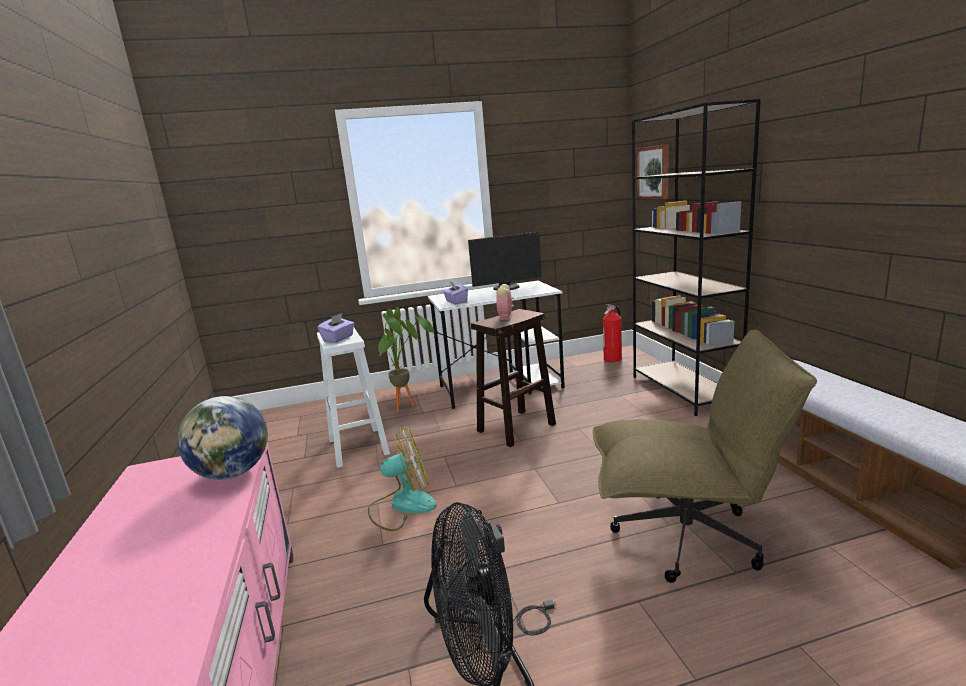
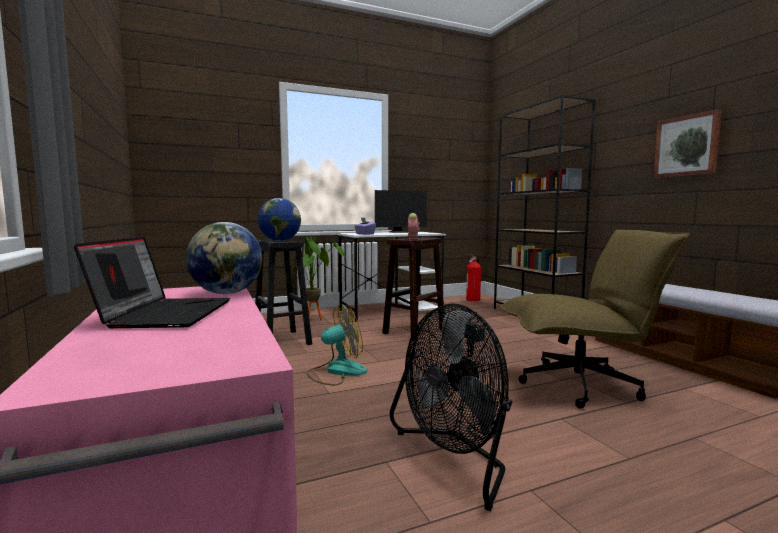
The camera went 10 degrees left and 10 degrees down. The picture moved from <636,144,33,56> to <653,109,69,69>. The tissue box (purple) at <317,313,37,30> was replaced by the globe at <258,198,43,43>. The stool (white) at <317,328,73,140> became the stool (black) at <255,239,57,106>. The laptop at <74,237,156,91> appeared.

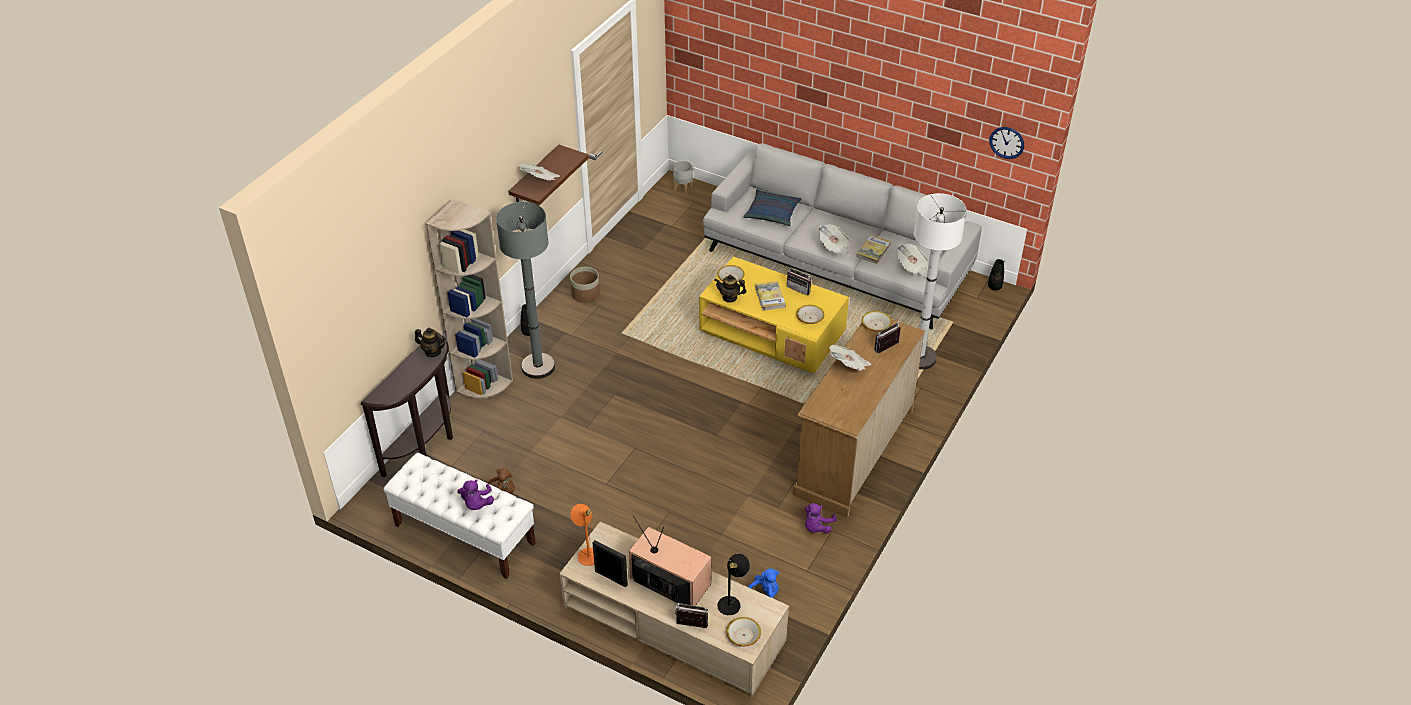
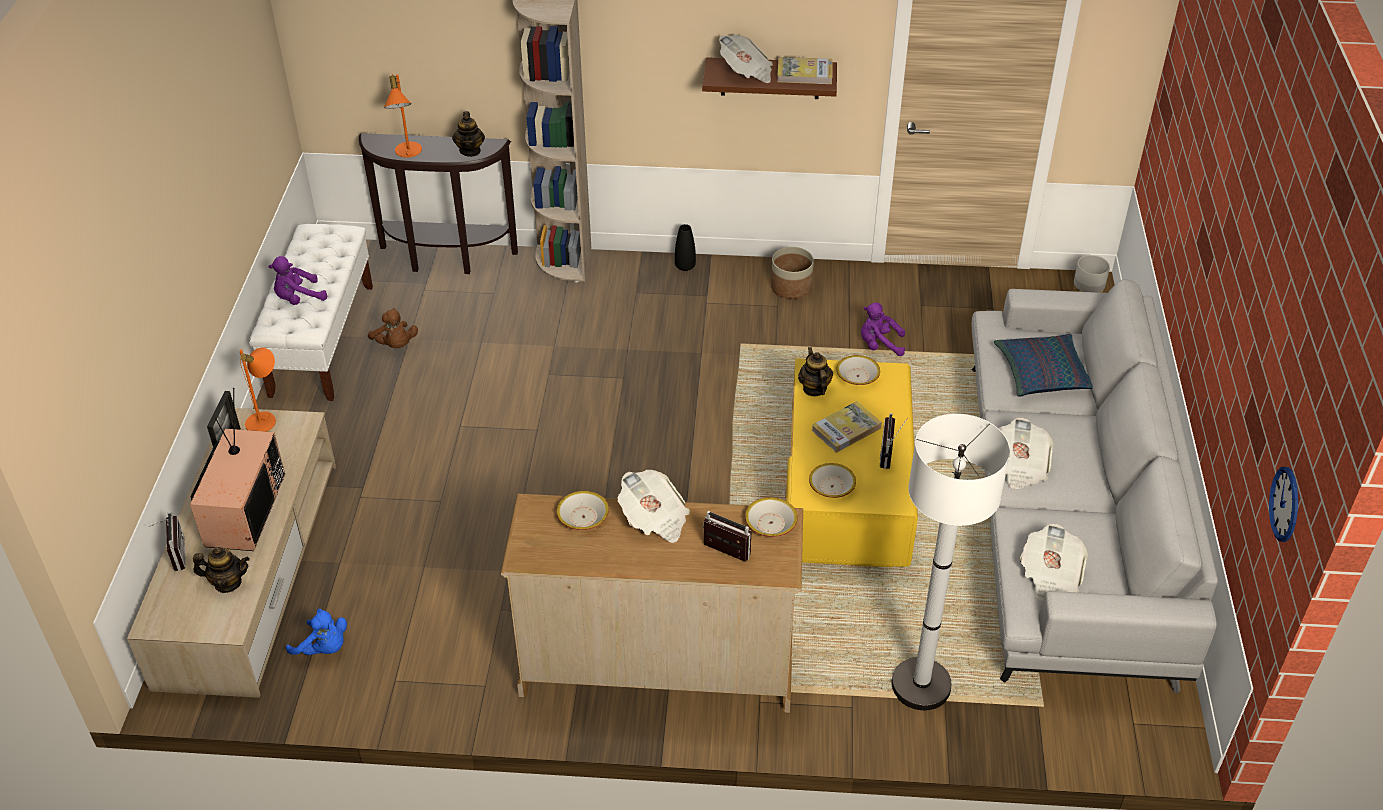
The camera went 65 degrees right and 0 degrees up. The floor lamp (grey) at <496,202,59,177> disappeared. The book moved from <856,235,35,29> to <777,57,56,27>. The vase (black) at <988,259,16,32> disappeared. The plush toy (purple) moved from <805,503,32,30> to <861,303,44,53>. The table lamp (black) at <717,554,33,61> was replaced by the teapot at <193,547,57,46>. The bowl moved from <726,617,35,29> to <556,491,53,39>. The table lamp (orange) at <384,74,38,84> appeared.

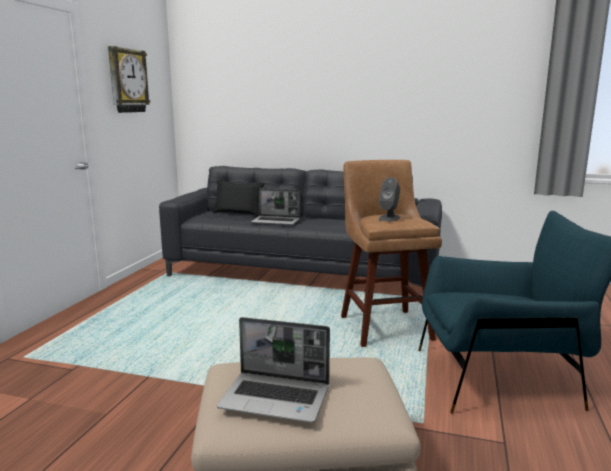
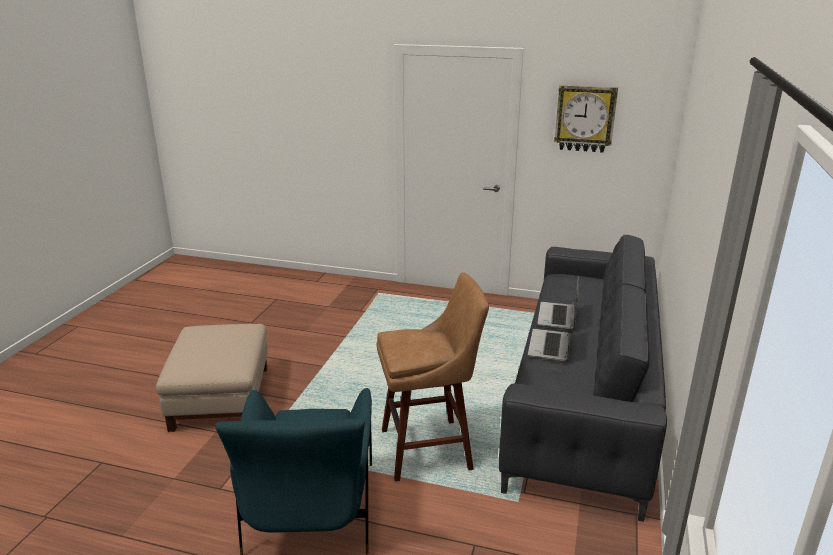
The camera went 90 degrees right and 10 degrees up. The speaker (grey) at <379,177,21,44> disappeared. The pillow (black) at <213,180,51,36> disappeared. The laptop moved from <217,317,113,106> to <528,303,46,59>.

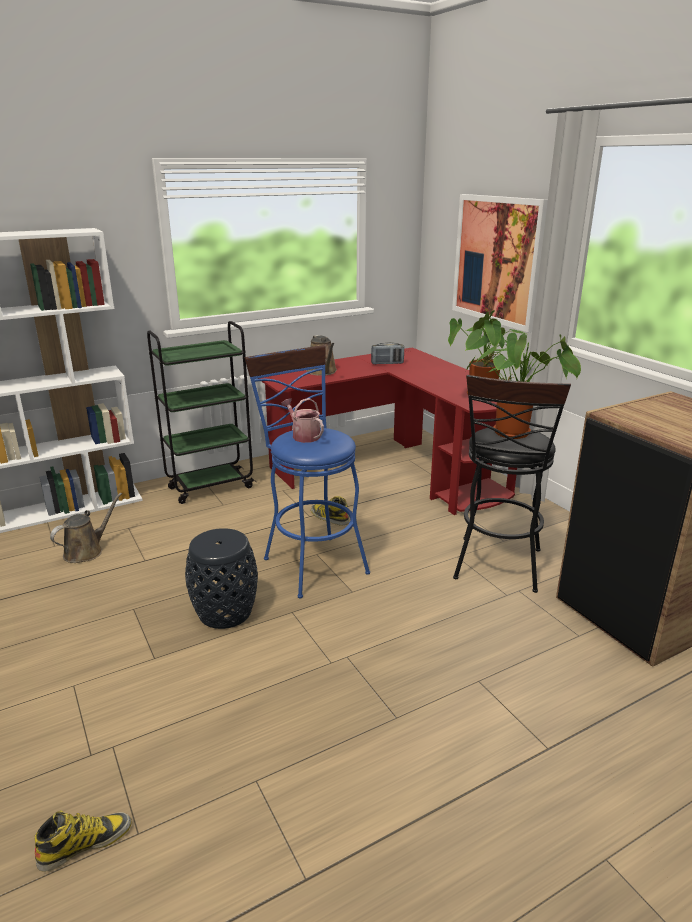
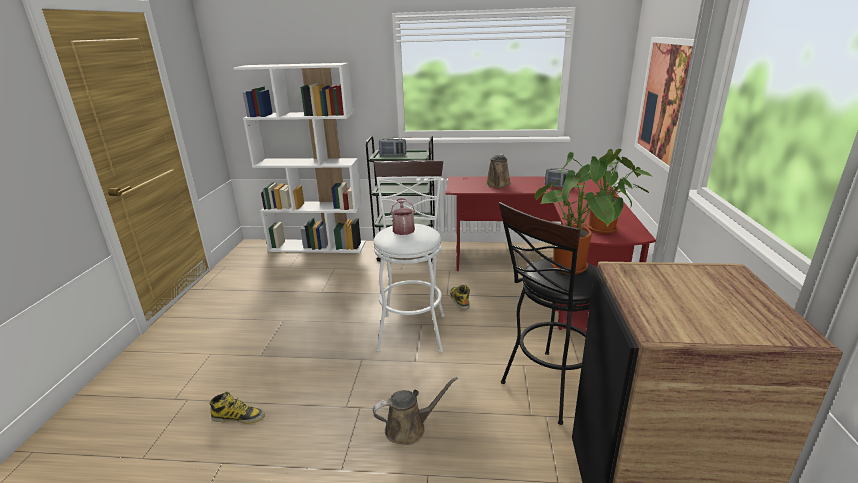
The camera went 35 degrees right and 0 degrees up. The stool (blue) at <245,345,125,253> became the stool (white) at <373,160,71,193>. The watering can (brown) moved from <50,493,72,70> to <373,377,85,68>. The stool (black) at <185,528,73,101> disappeared. The boot moved from <35,810,96,62> to <209,392,56,32>. The radio at <379,137,27,19> appeared.

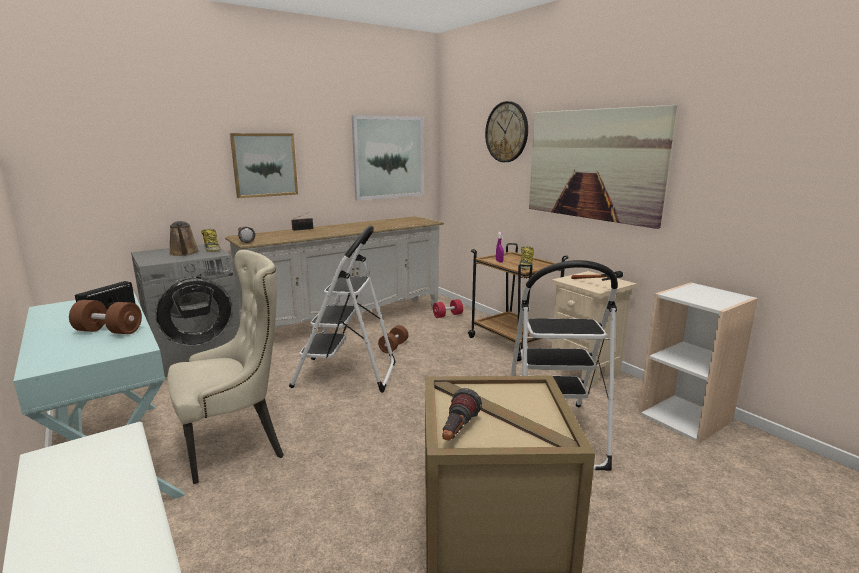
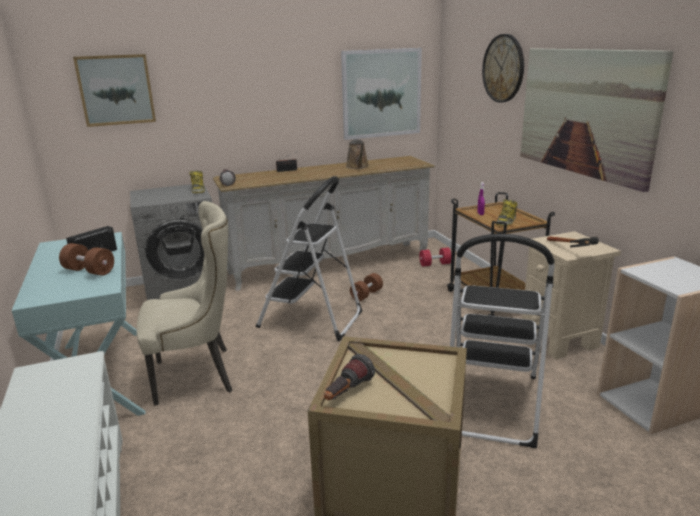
The camera went 15 degrees right and 5 degrees up. The picture moved from <230,133,68,65> to <73,54,83,73>. The watering can (brown) moved from <169,221,30,35> to <346,139,23,30>.

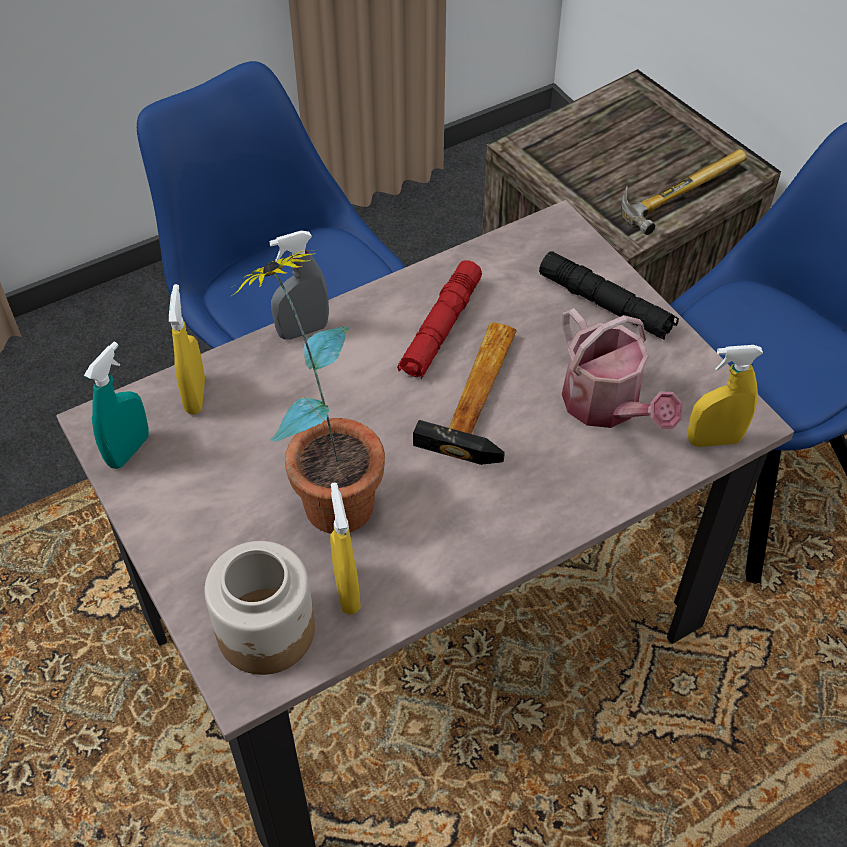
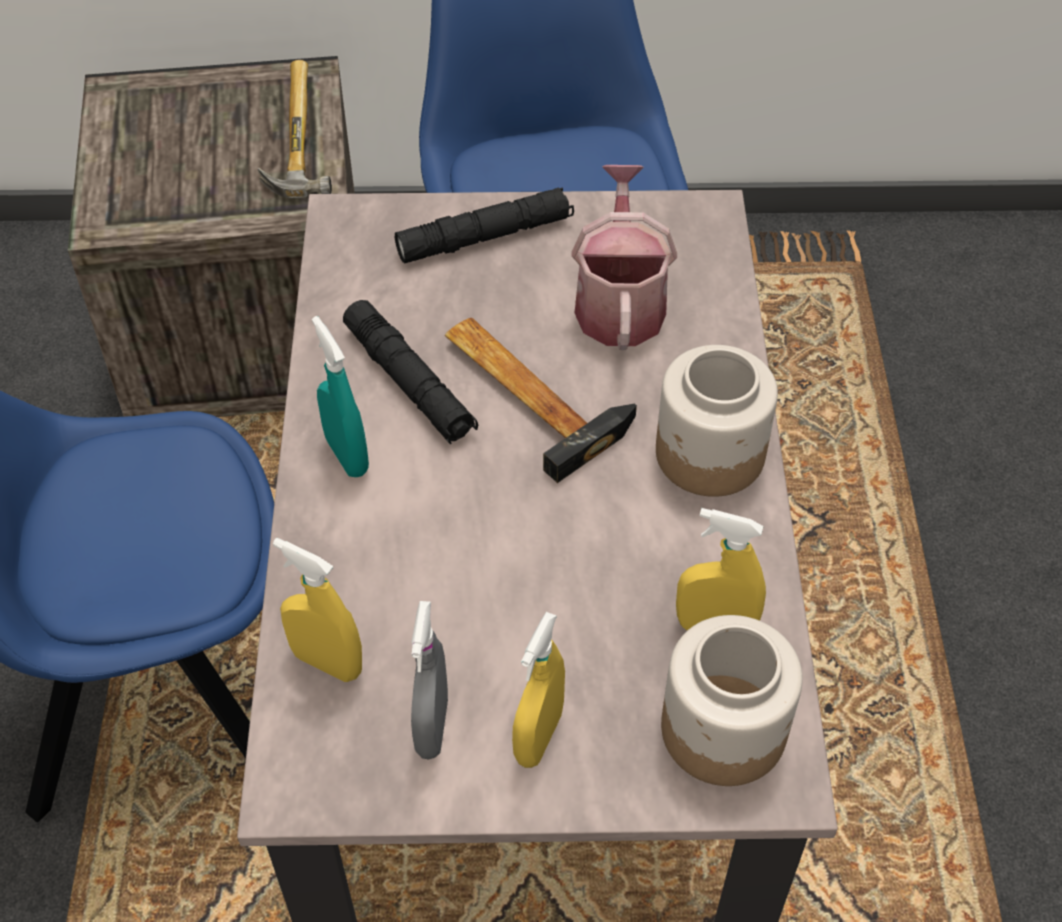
The camera went 60 degrees left and 0 degrees up. The spray bottle (grey) moved from <269,231,60,109> to <411,601,37,159>. The potted plant at <231,249,154,285> disappeared. The flashlight (red) at <397,260,85,119> became the flashlight (black) at <343,300,135,145>. The watering can at <562,308,121,121> turned 90 degrees counterclockwise. The spray bottle (turquoise) moved from <84,342,65,127> to <312,316,57,161>. The spray bottle (yellow) moved from <687,345,76,102> to <512,612,53,156>. The jar at <656,345,122,152> appeared.

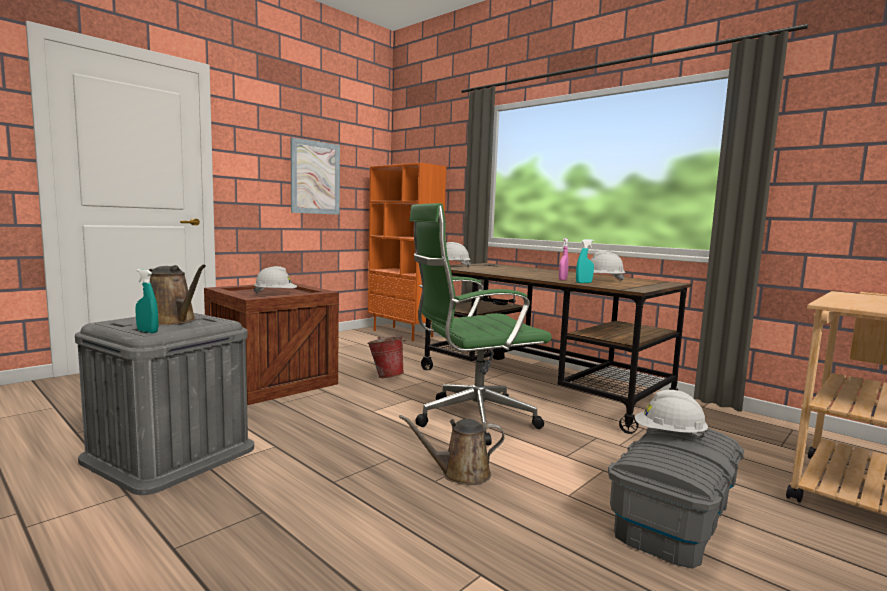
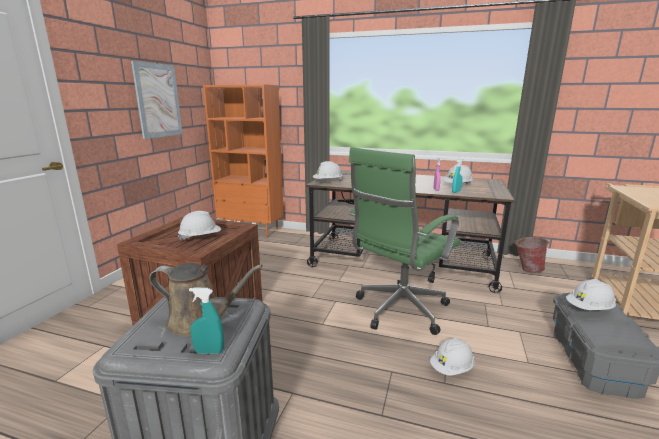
The camera went 25 degrees left and 10 degrees up. The bucket moved from <367,336,39,42> to <514,237,35,36>. The watering can (brown) at <399,415,106,70> was replaced by the hard hat (white) at <430,338,45,38>.

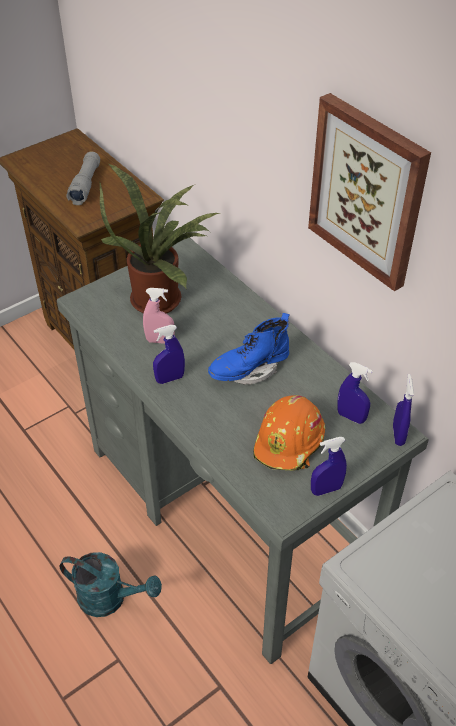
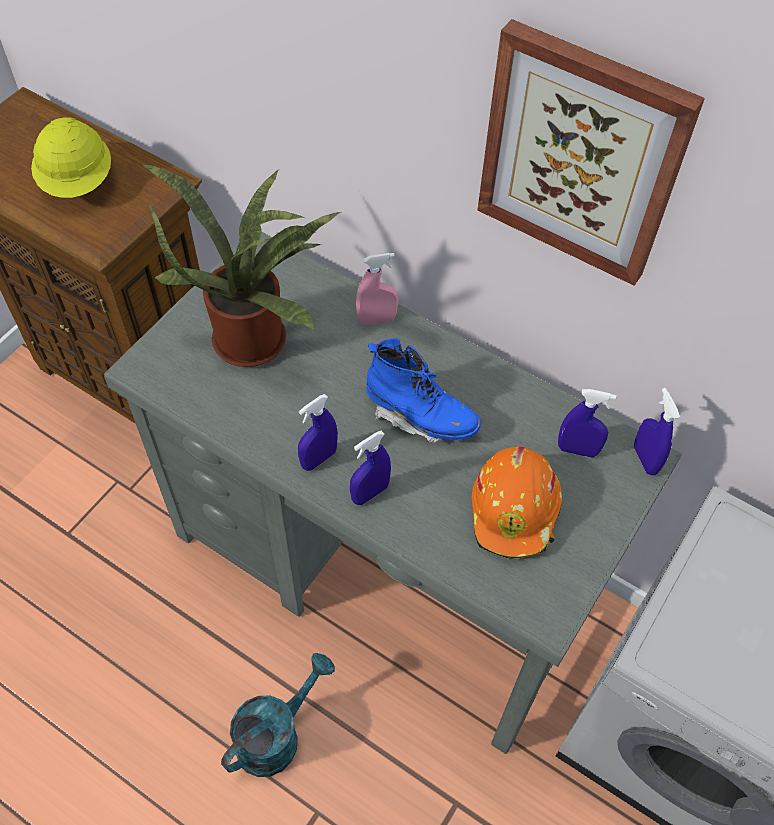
The camera went 20 degrees left and 10 degrees up. The flashlight (grey) at <66,152,34,53> was replaced by the hard hat (yellow) at <31,117,80,81>. The spray bottle (pink) moved from <143,288,32,56> to <356,253,43,72>. The boot (blue) at <208,313,82,72> turned 105 degrees counterclockwise. The spray bottle (blue) moved from <311,437,36,59> to <350,431,41,74>. The watering can (turquoise) at <60,552,102,65> turned 45 degrees counterclockwise.

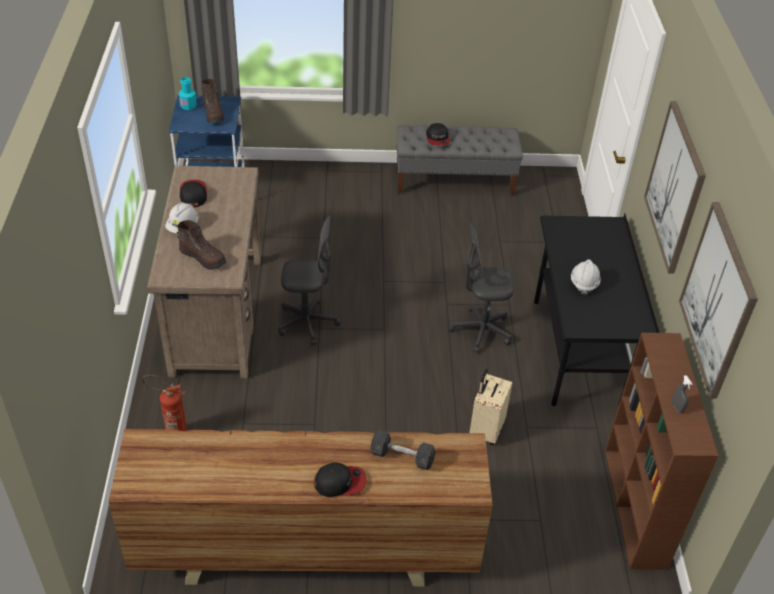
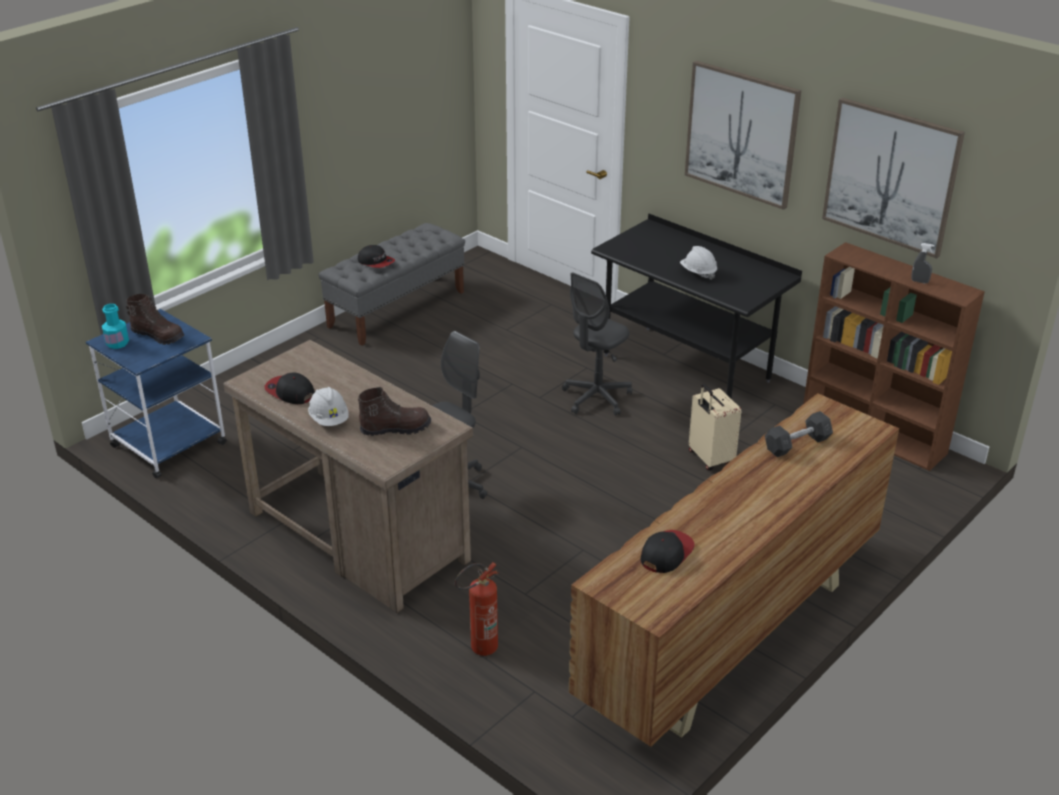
The camera went 45 degrees left and 10 degrees down. The cap moved from <314,463,52,34> to <640,530,54,43>.

